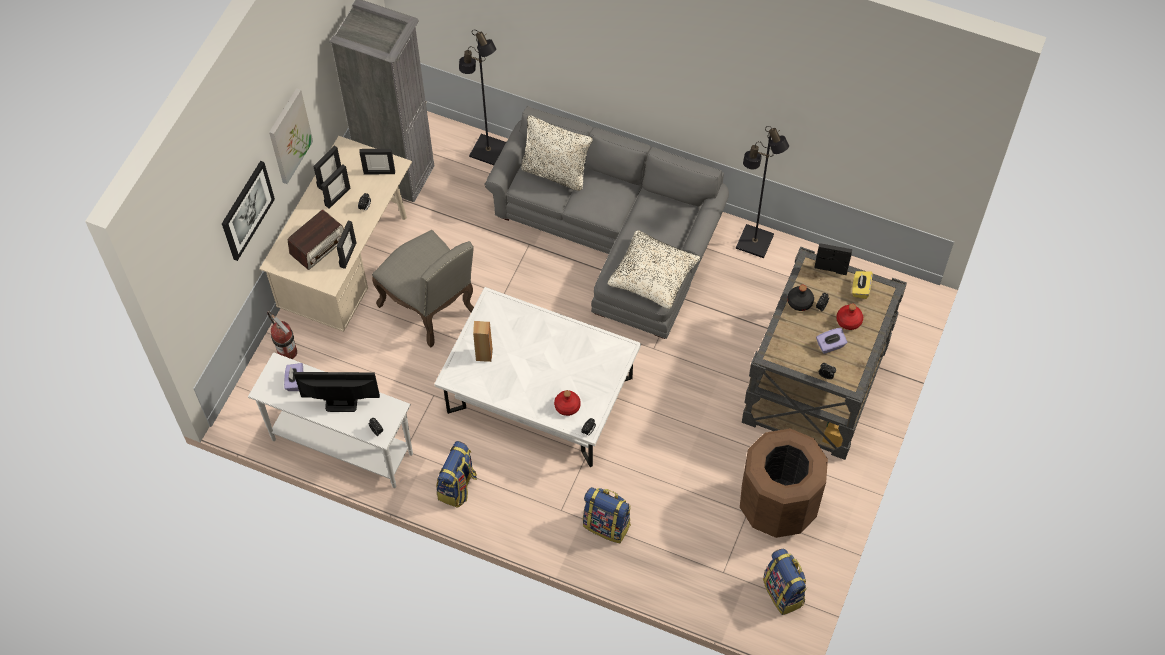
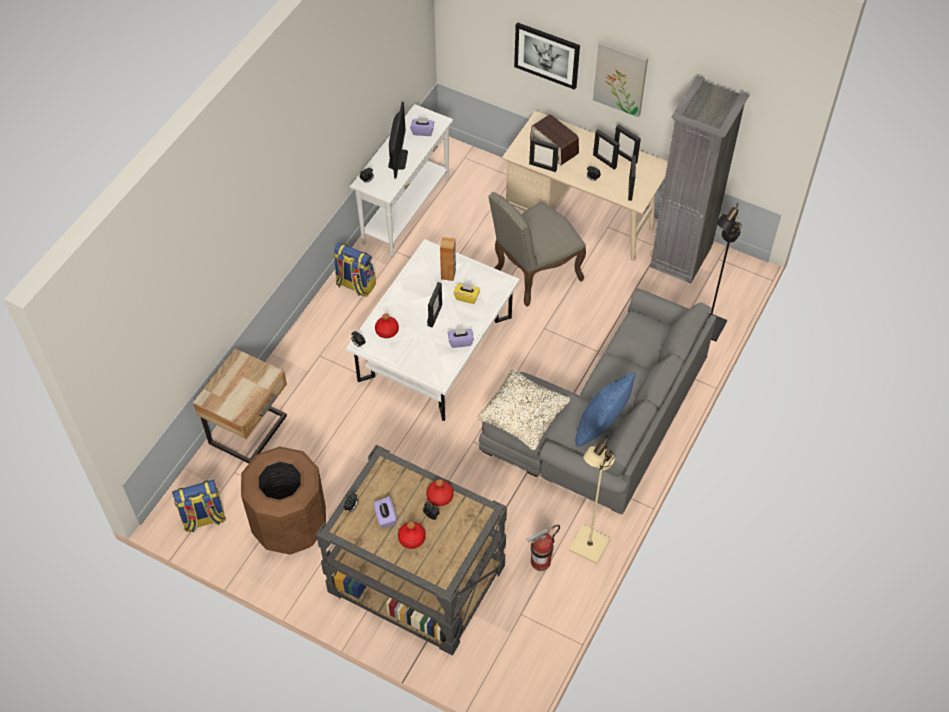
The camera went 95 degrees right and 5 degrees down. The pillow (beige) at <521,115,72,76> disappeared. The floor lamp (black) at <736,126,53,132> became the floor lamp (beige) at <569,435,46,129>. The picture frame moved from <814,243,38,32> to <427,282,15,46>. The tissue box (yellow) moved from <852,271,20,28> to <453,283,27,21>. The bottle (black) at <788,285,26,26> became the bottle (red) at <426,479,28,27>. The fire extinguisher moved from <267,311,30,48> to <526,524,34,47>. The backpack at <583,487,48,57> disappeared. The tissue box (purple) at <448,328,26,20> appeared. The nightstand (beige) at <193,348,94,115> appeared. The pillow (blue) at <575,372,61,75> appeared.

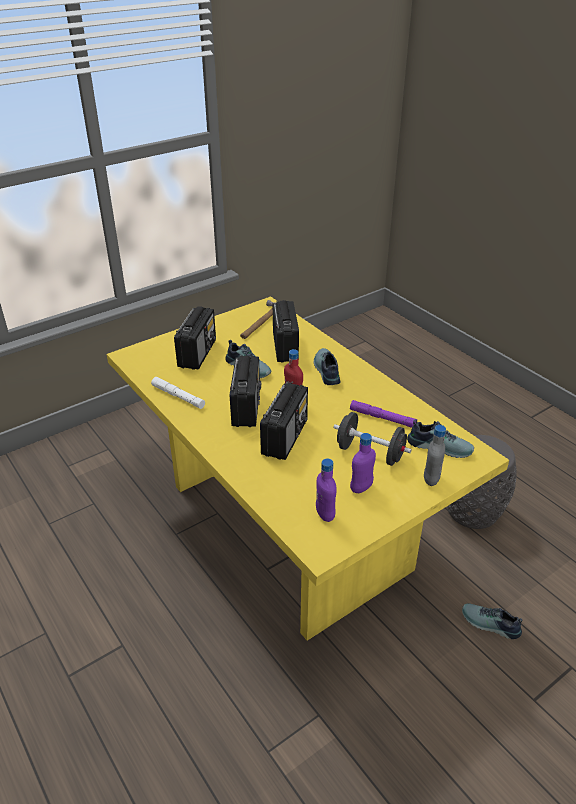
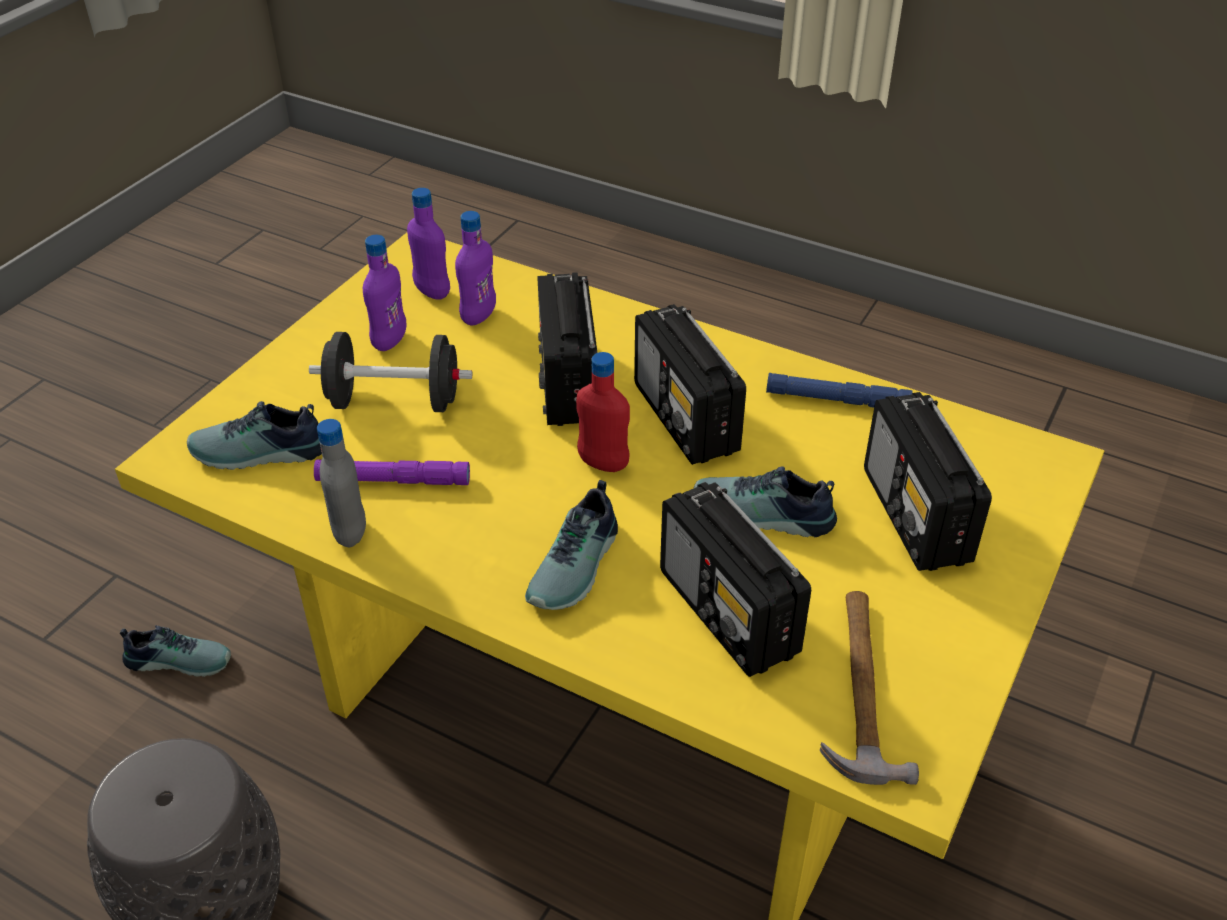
The camera went 155 degrees right and 5 degrees up. The shoe at <313,348,27,37> turned 60 degrees clockwise. The flashlight (white) at <151,377,54,32> became the flashlight (blue) at <766,373,146,35>. The bottle (grey) moved from <424,425,22,61> to <317,419,49,128>. The bottle (purple) at <455,211,41,114> appeared.

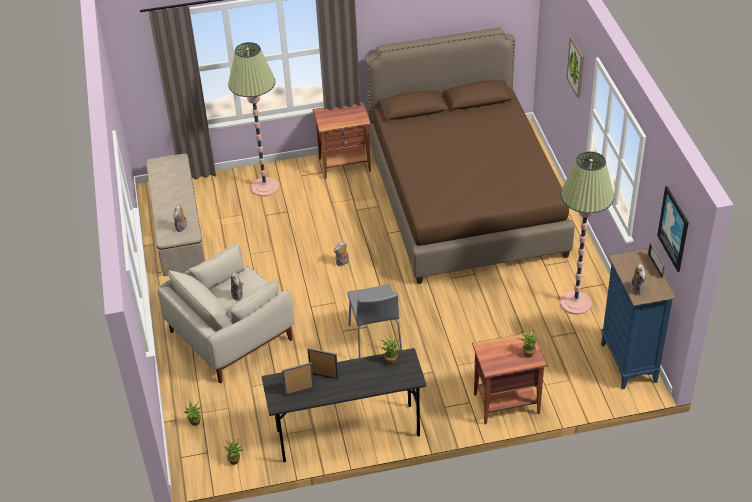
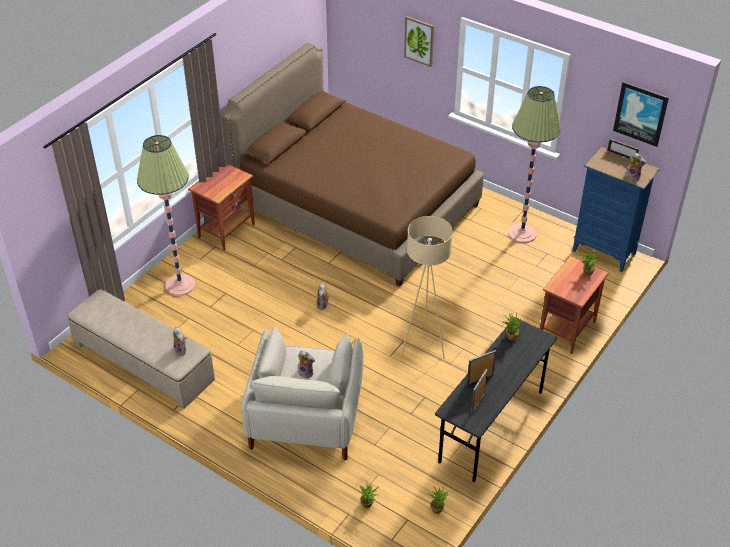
The camera went 45 degrees left and 0 degrees up. The chair (grey) at <348,284,54,74> was replaced by the floor lamp (beige) at <401,216,52,143>.

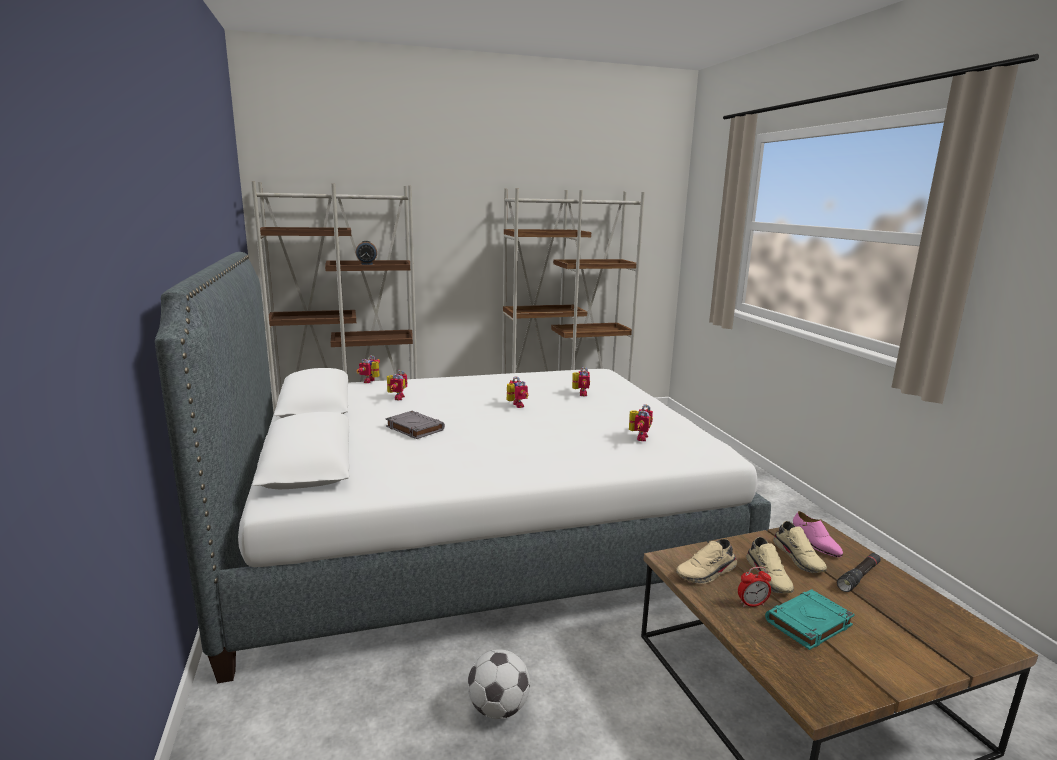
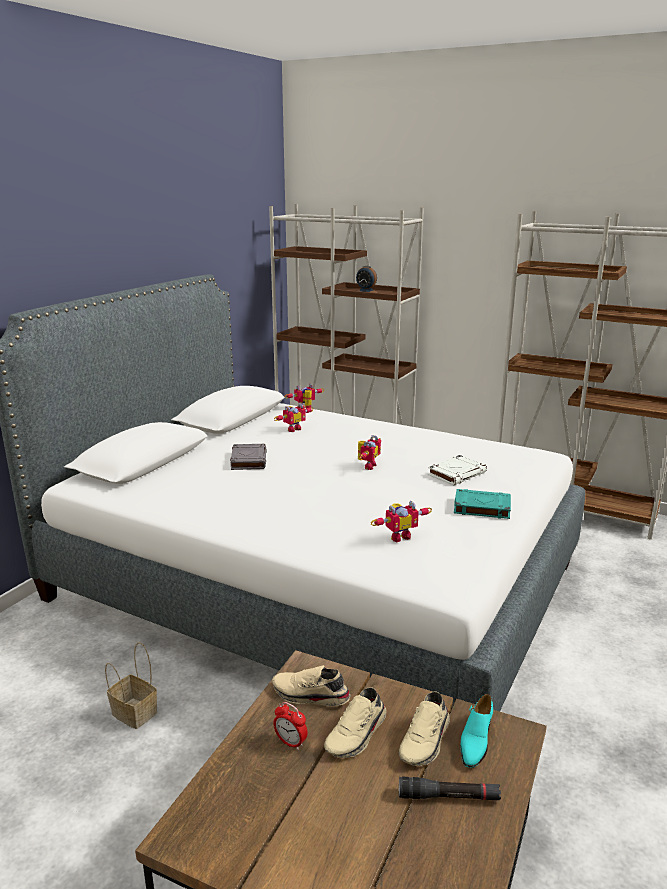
The camera went 45 degrees right and 5 degrees up. The toy robot at <572,367,18,29> was replaced by the book (white) at <428,455,59,30>. The shoe (pink) at <793,511,50,46> became the shoe (turquoise) at <460,694,33,74>. The book (turquoise) moved from <765,589,90,61> to <454,489,57,30>. The football at <467,649,63,70> was replaced by the basket at <105,642,52,87>.

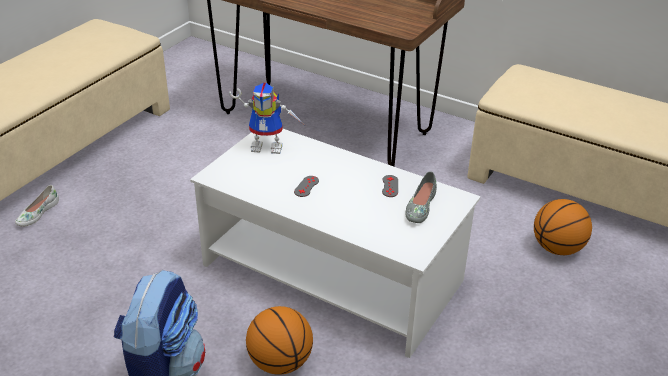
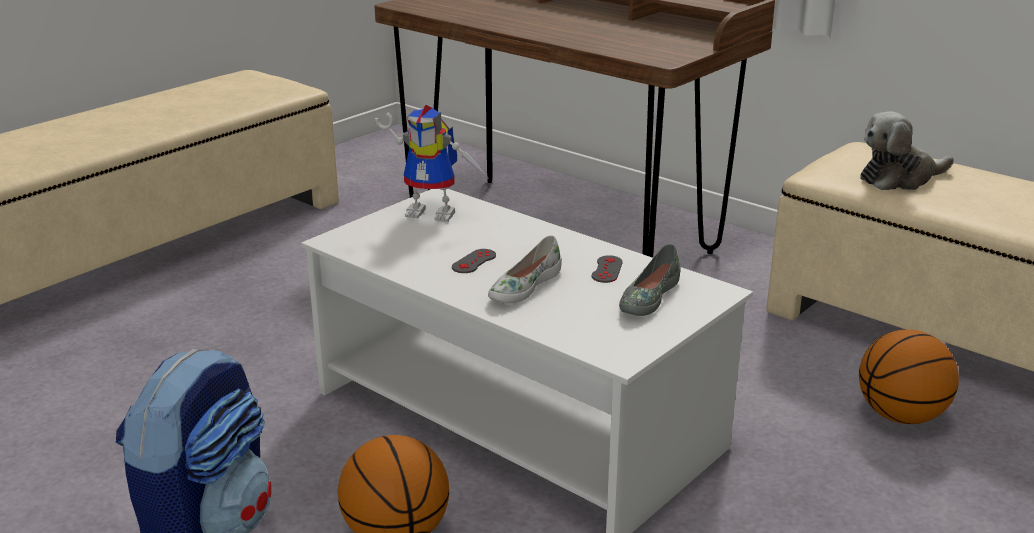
The camera went 10 degrees right and 10 degrees down. The shoe (white) moved from <15,185,44,42> to <488,236,74,68>. The plush toy at <860,112,94,78> appeared.

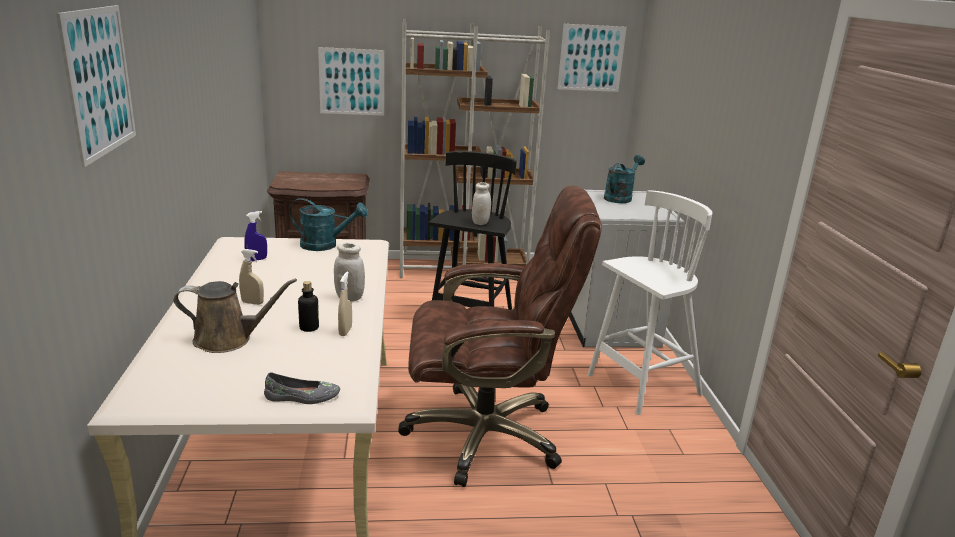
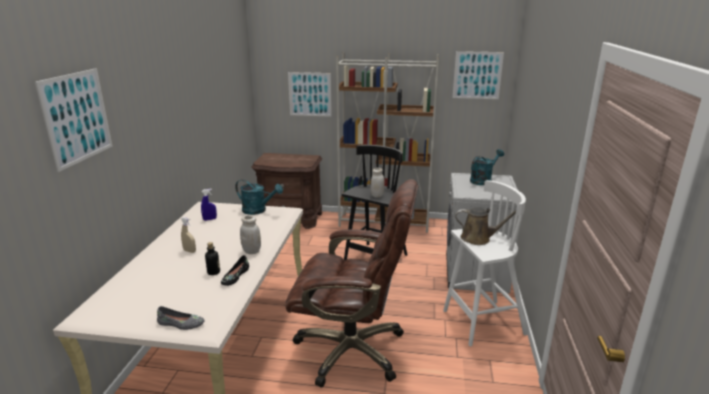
The camera went 15 degrees right and 0 degrees up. The spray bottle (beige) at <338,272,14,64> was replaced by the shoe (black) at <221,255,28,31>. The watering can (brown) moved from <174,279,123,74> to <455,208,61,37>.

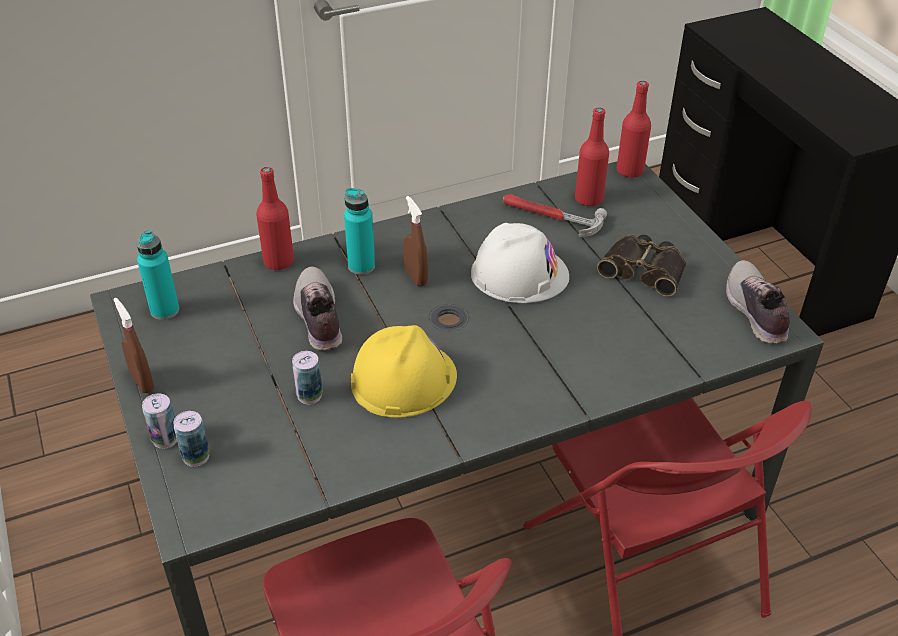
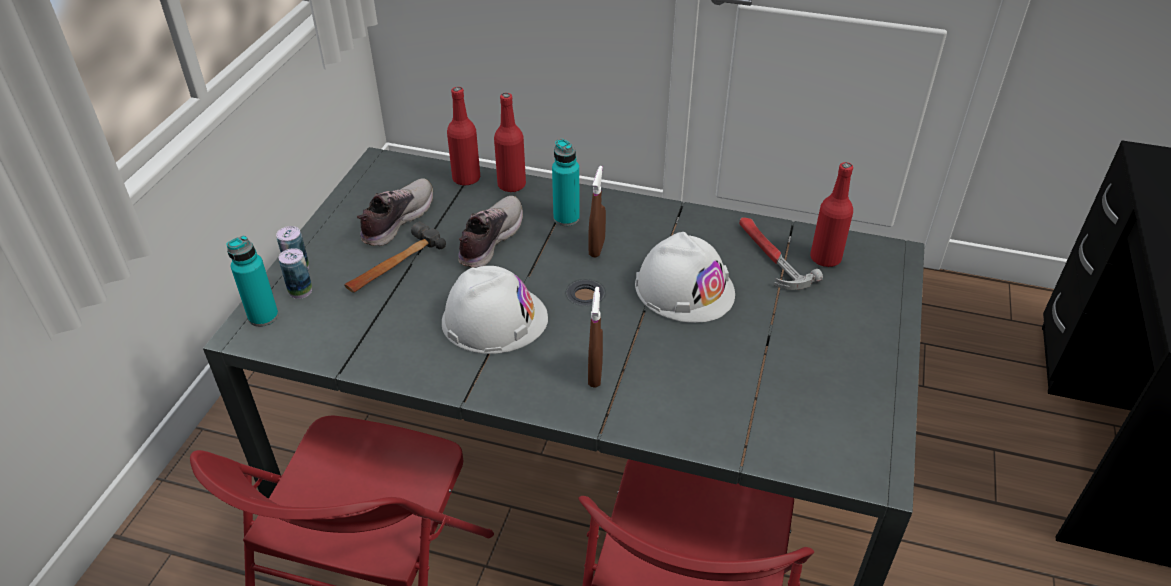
The camera went 40 degrees right and 0 degrees up. The bottle (red) moved from <617,81,34,97> to <447,87,33,98>. The bottle (turquoise) moved from <137,230,42,90> to <226,236,53,91>. The binoculars at <597,234,89,63> disappeared. The shoe moved from <726,260,64,83> to <357,178,76,68>. The spray bottle (brown) moved from <113,298,41,95> to <588,287,15,101>. The hard hat (yellow) at <351,325,106,93> became the hard hat (white) at <442,266,106,88>. The can at <292,351,30,53> disappeared. The hammer at <344,221,102,72> appeared.

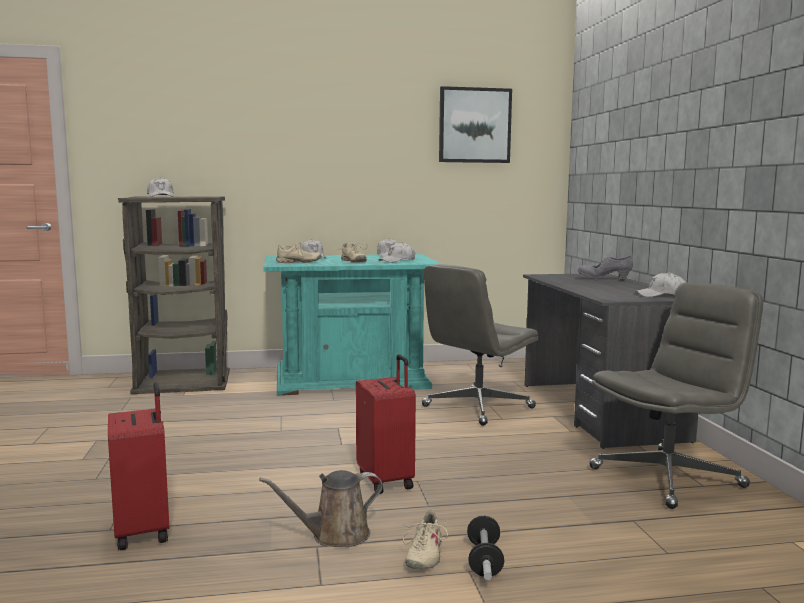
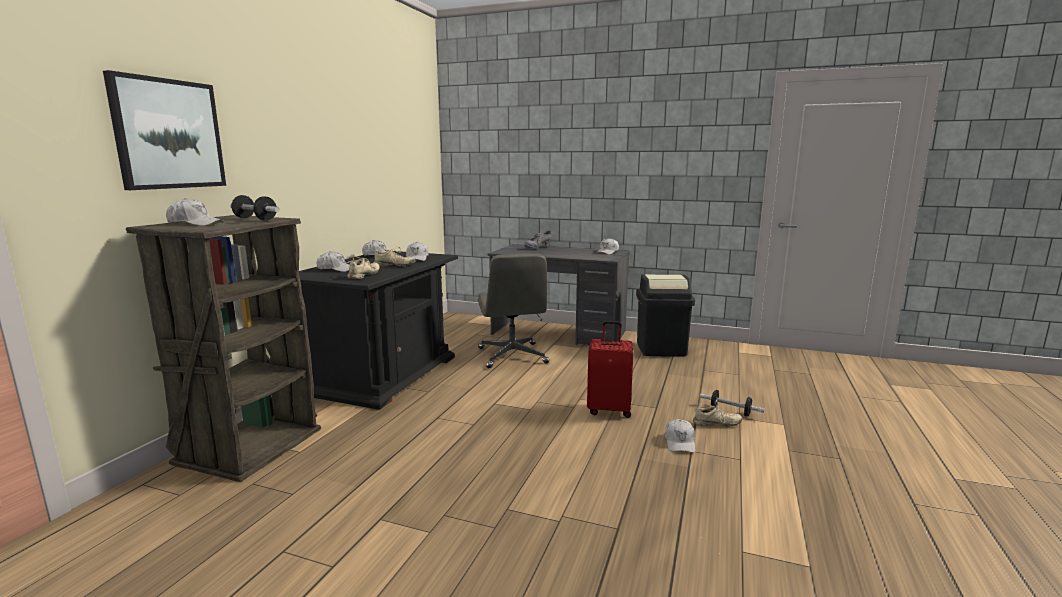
The camera went 60 degrees left and 5 degrees up. The picture moved from <439,86,73,77> to <103,70,123,120>. The cabinet (turquoise) at <263,254,179,142> became the cabinet (black) at <299,251,159,159>. The office chair (grey) at <589,282,174,227> was replaced by the trash can (black) at <636,274,59,82>. The suitcase (red) at <108,382,61,168> disappeared. The watering can (brown) at <259,470,124,77> was replaced by the cap (white) at <664,419,31,34>. The shoe (beige) at <403,510,45,59> turned 45 degrees counterclockwise. The dumbbell at <230,195,49,25> appeared.

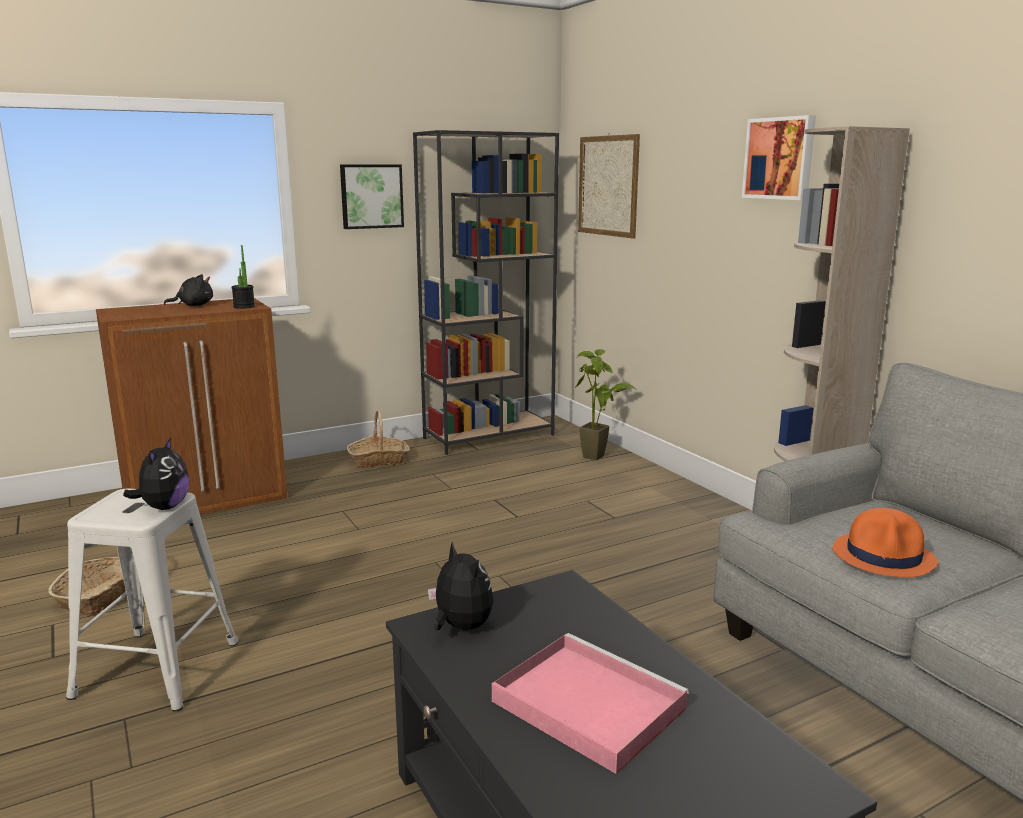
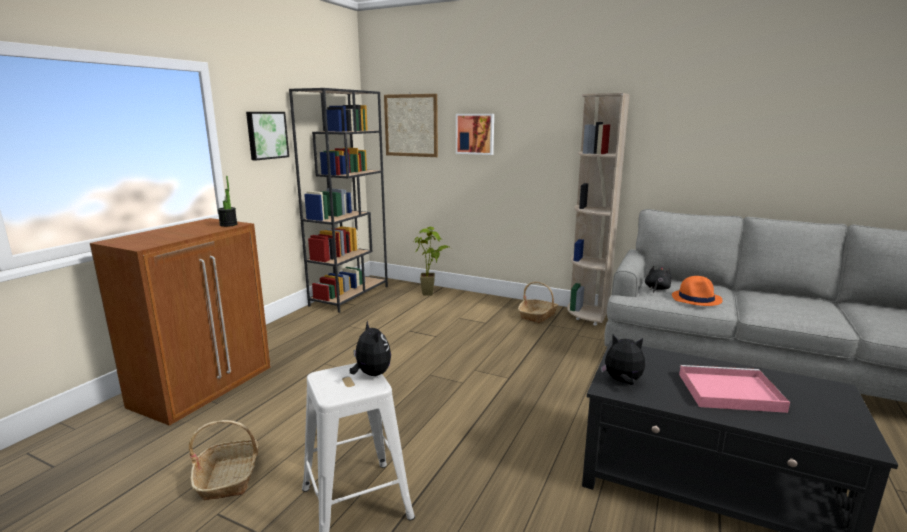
The camera went 35 degrees left and 0 degrees up. The picture moved from <742,115,74,85> to <456,114,38,41>. The plush toy (black) moved from <164,274,49,32> to <645,266,27,27>. The basket moved from <347,410,63,58> to <518,282,40,41>.

